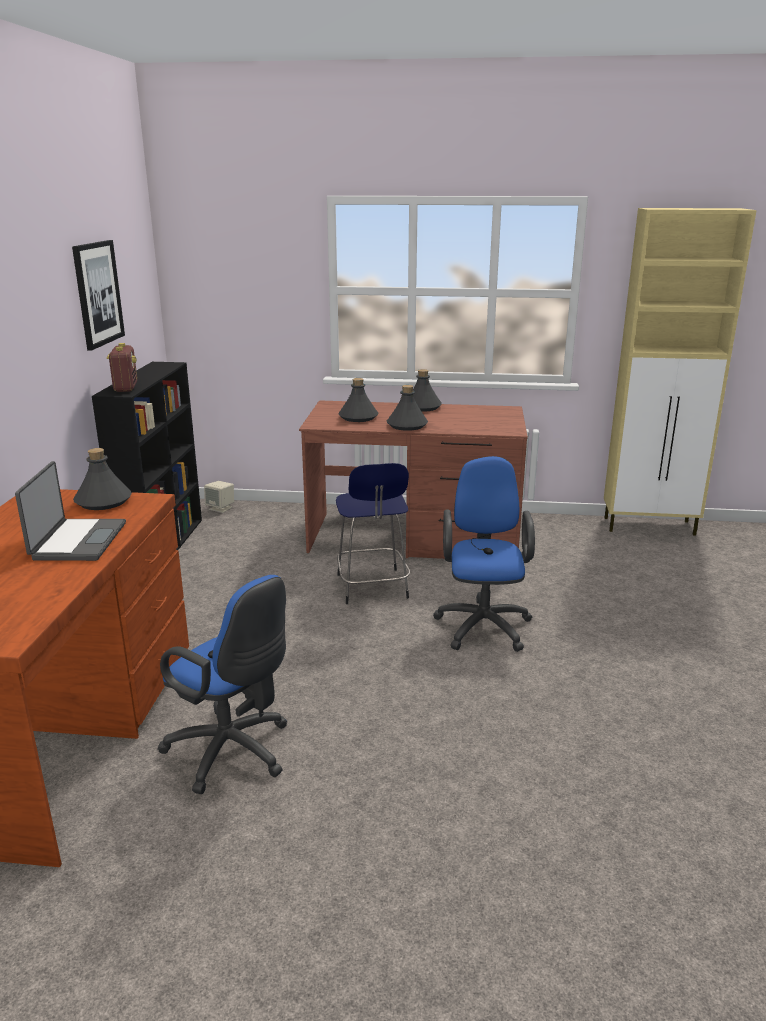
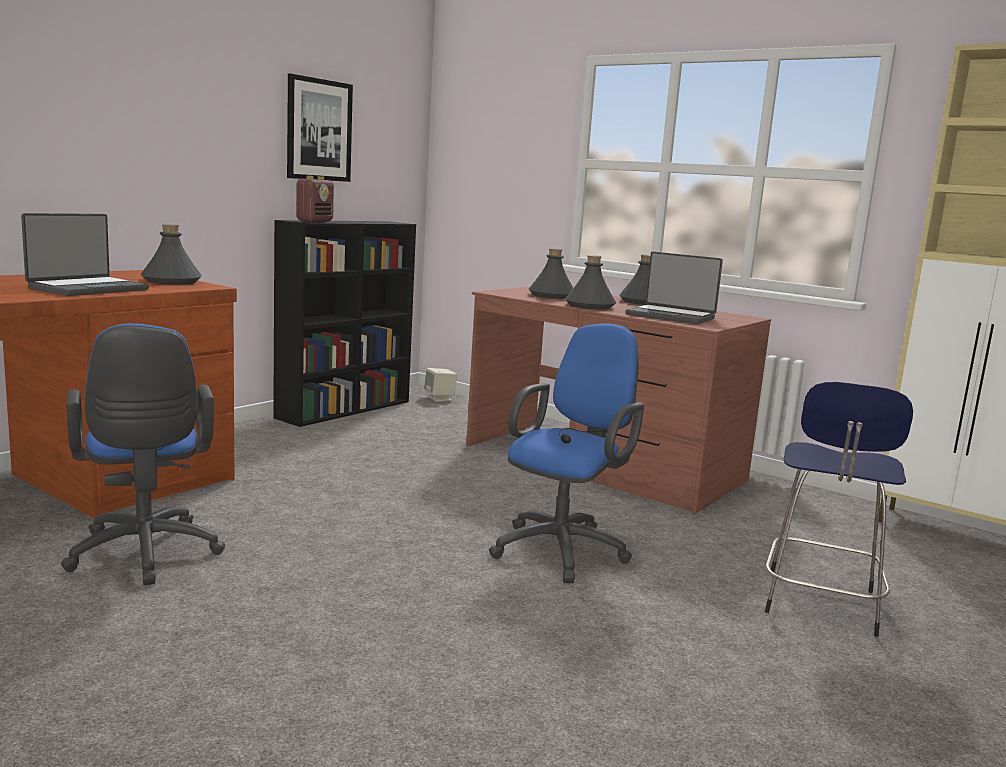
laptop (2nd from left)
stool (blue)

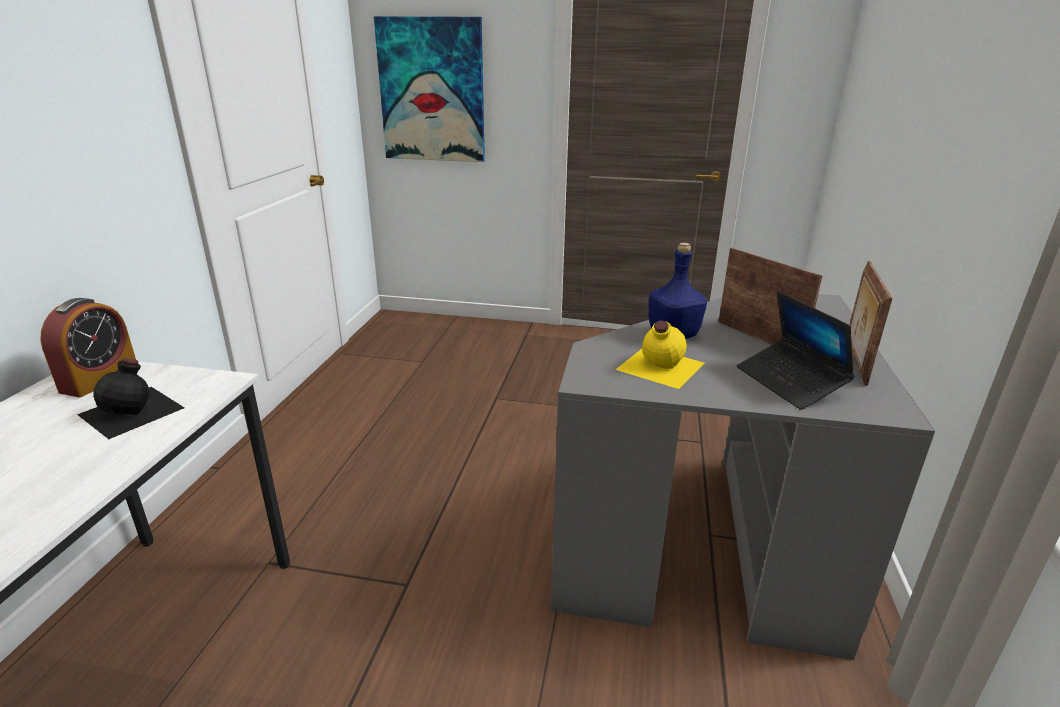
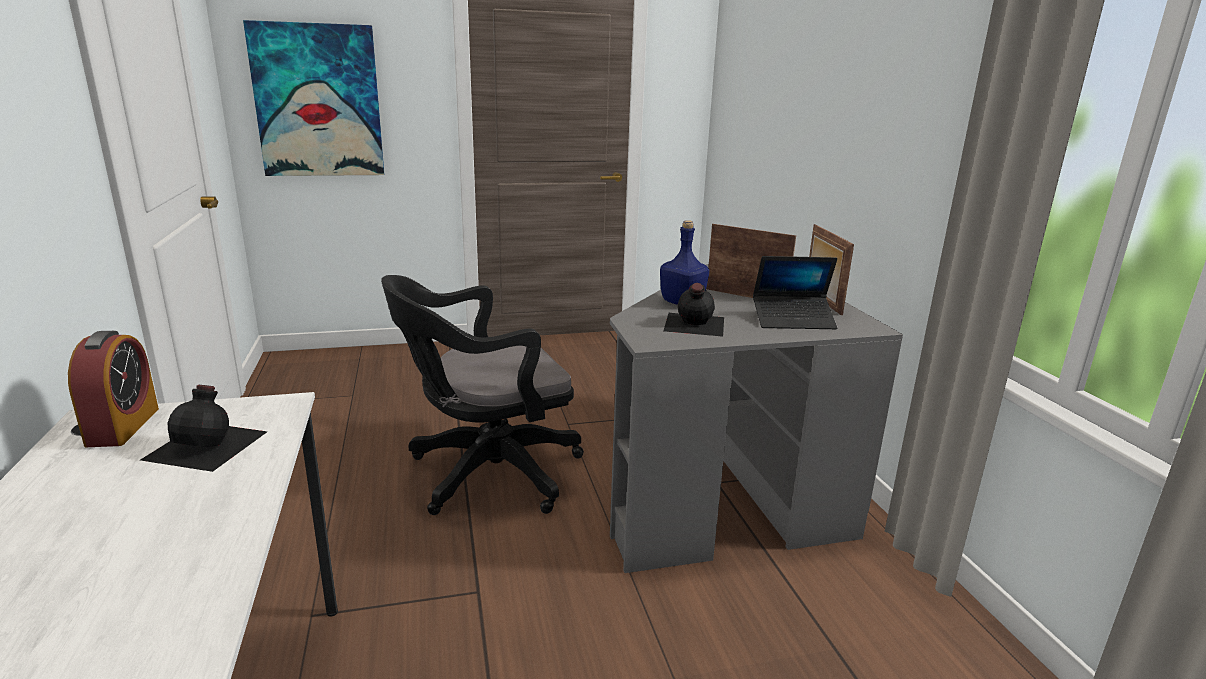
office chair (black)
bottle (black) (2nd from left)
laptop

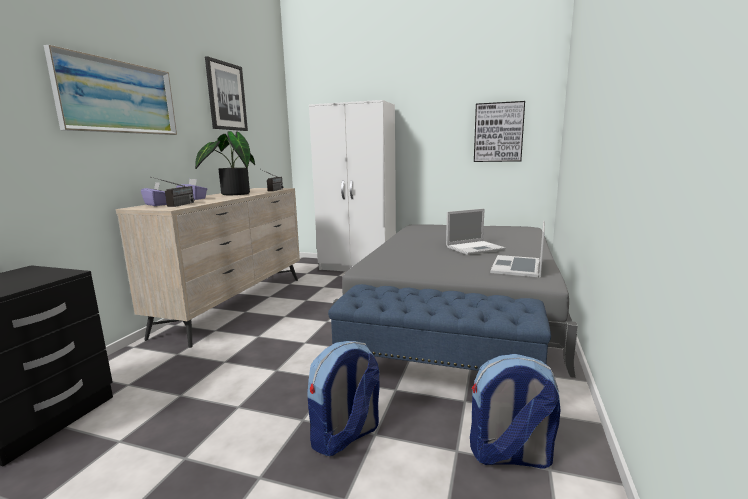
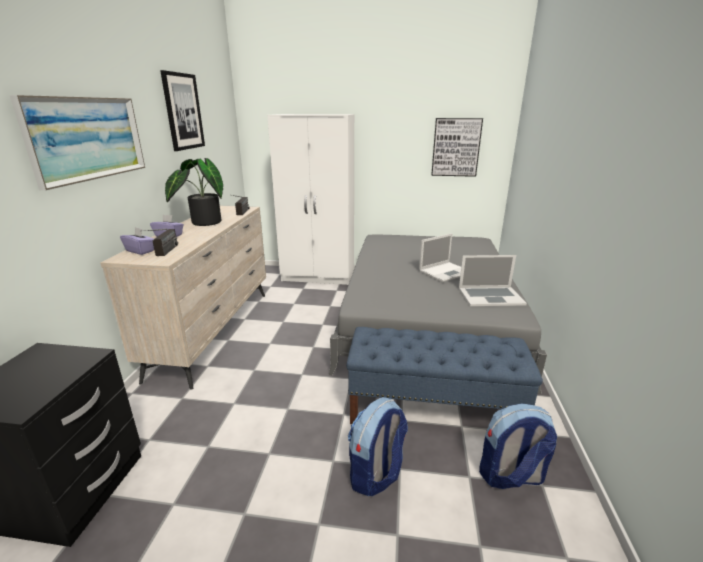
laptop (2nd from left)

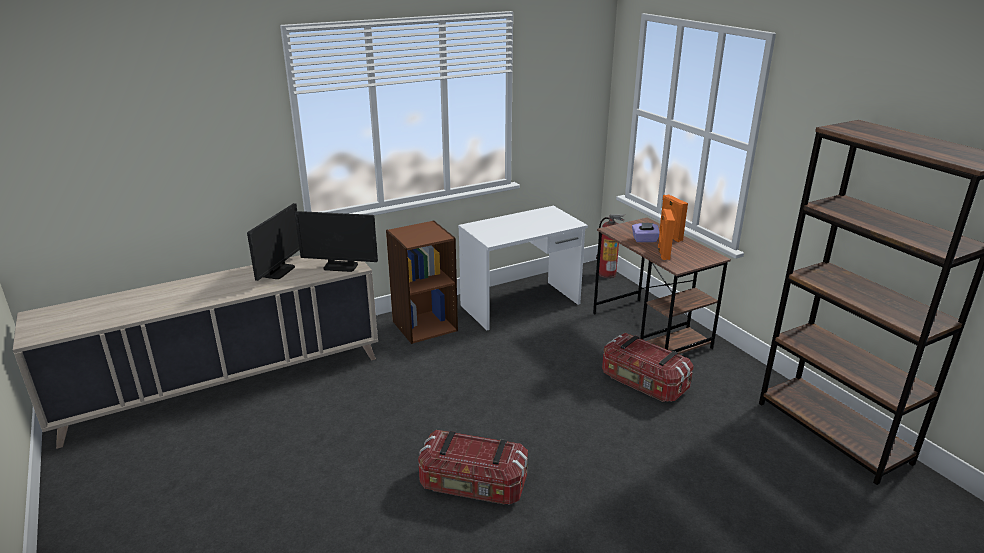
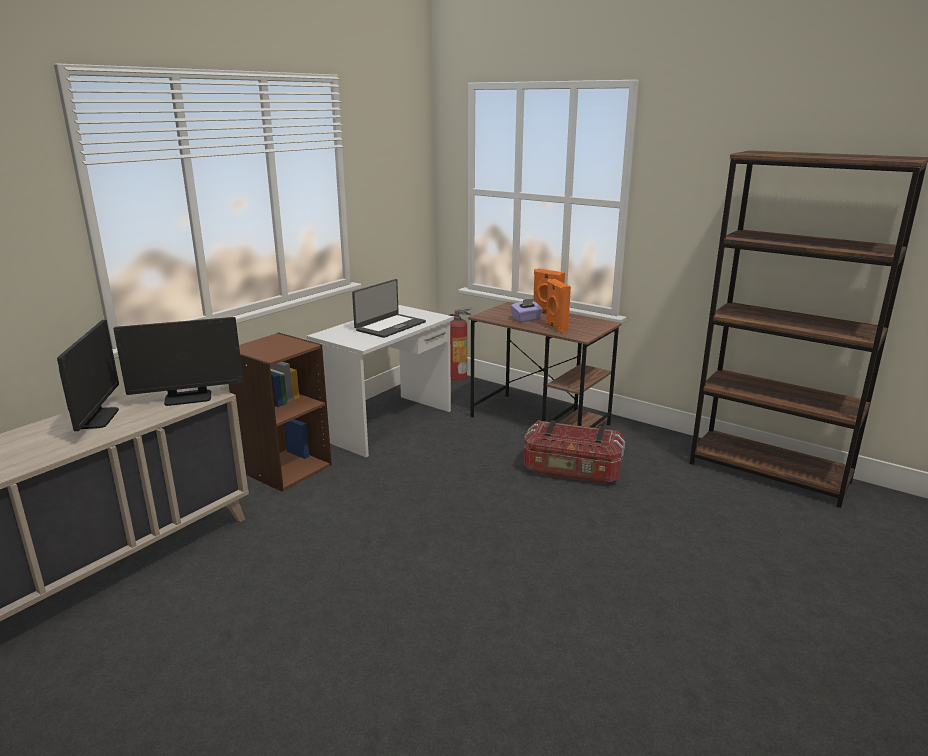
storage box (1st from left in the first image)
laptop

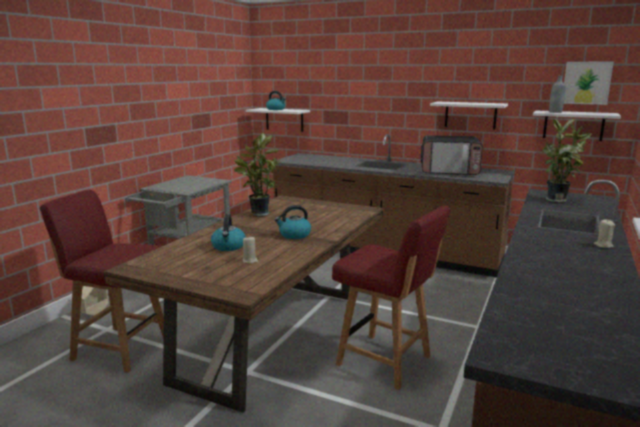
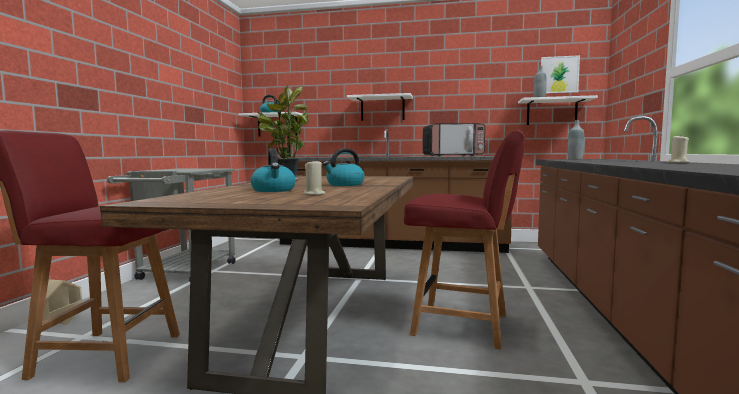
shelf (white) (2nd from left)
bottle (grey) (2nd from left)

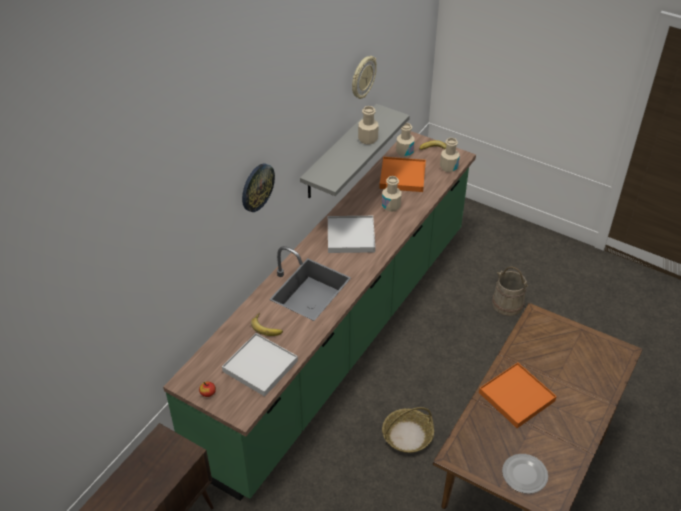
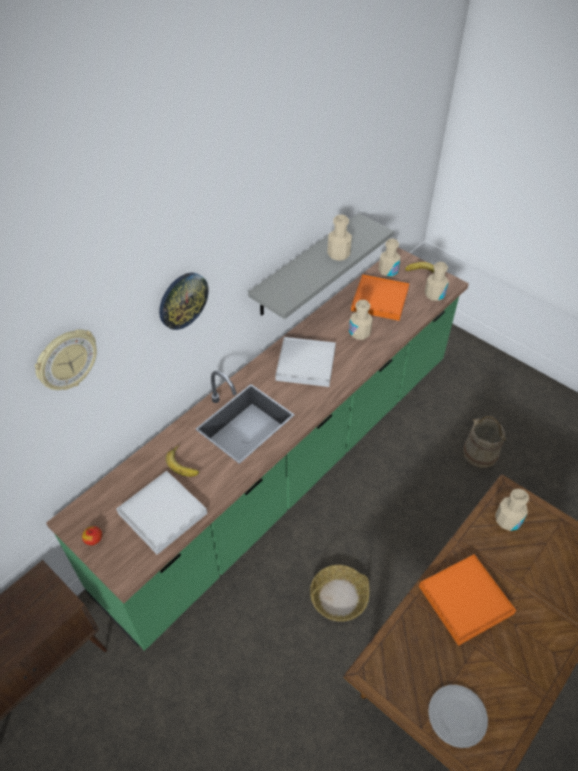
bottle (beige) (5th from left)
wall clock (1st from left)

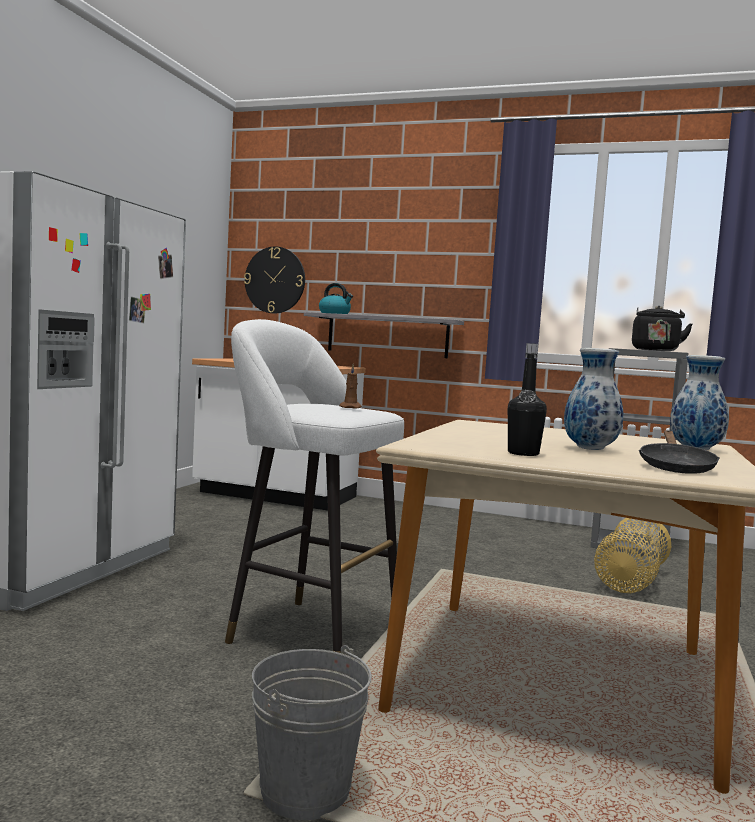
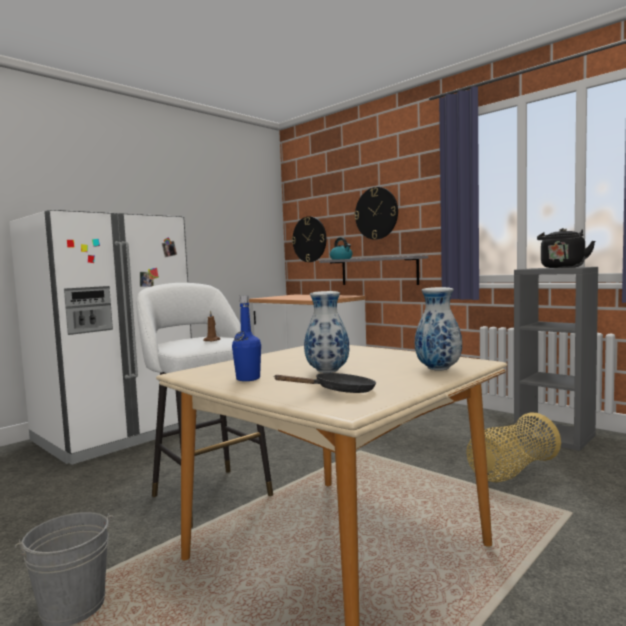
wall clock (2nd from left)
bottle (blue)
frying pan (black)

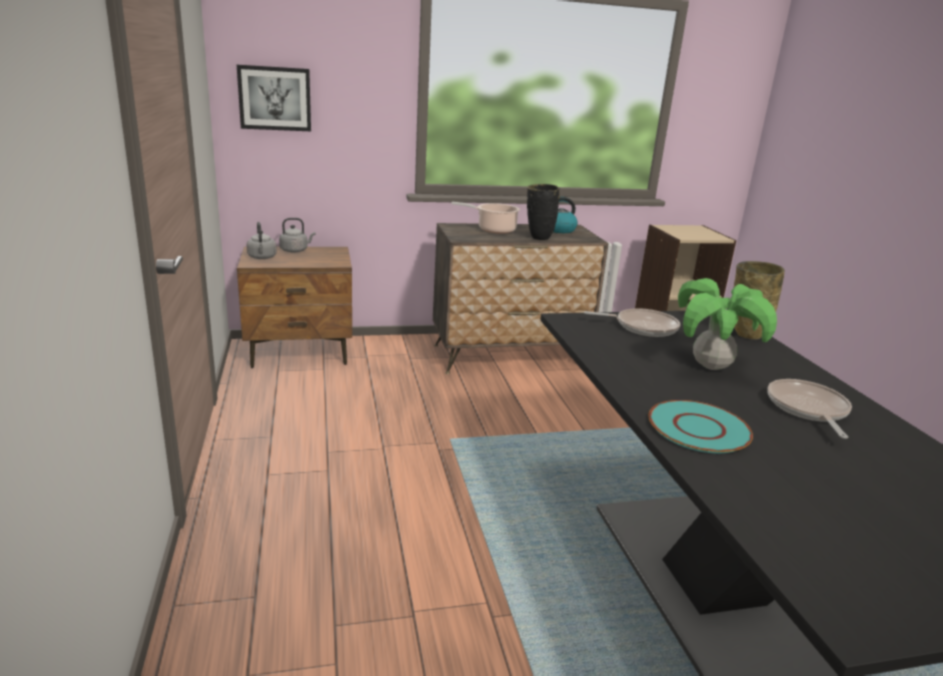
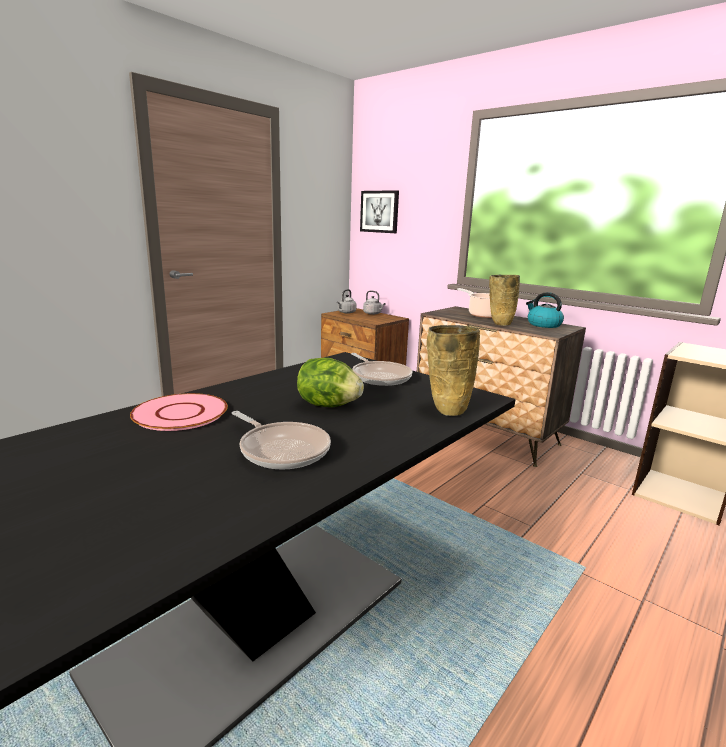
lettuce
vase (beige) (2nd from left)
plate (pink)
frying pan (1st from left)

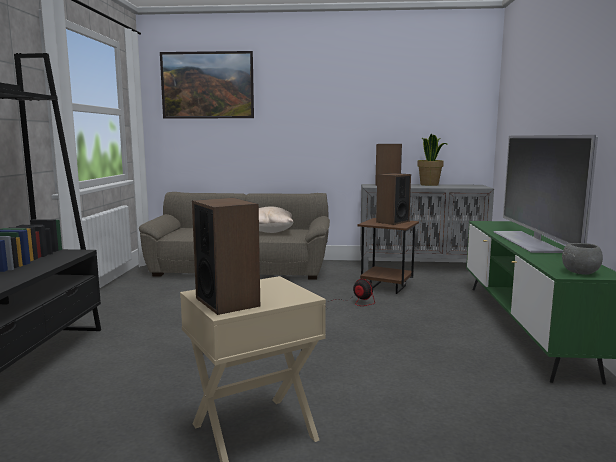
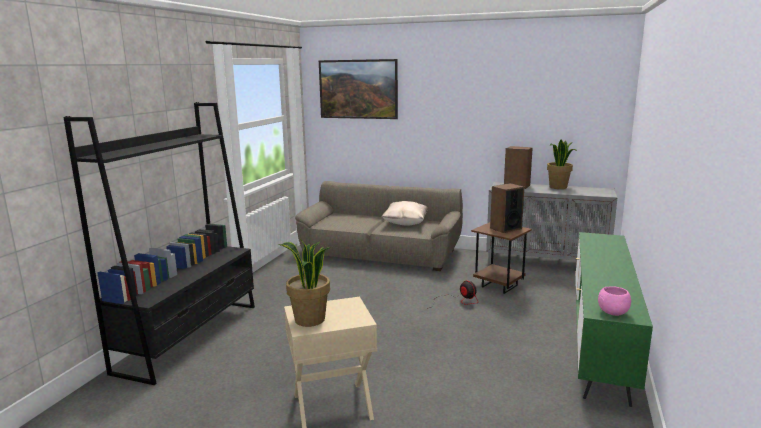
television
potted plant (1st from left)
bowl (pink)

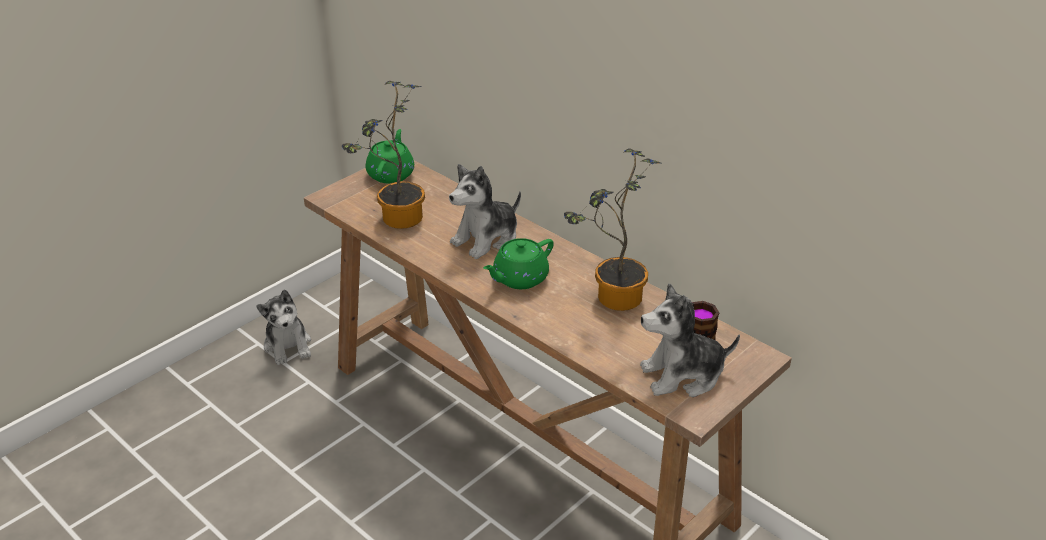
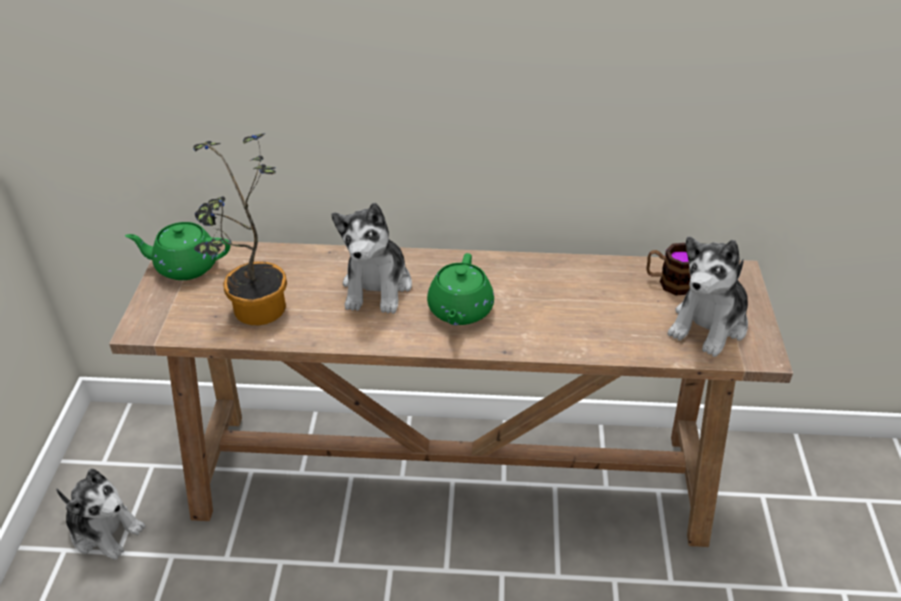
potted plant (2nd from left in the first image)
teapot (green) (1st from left)

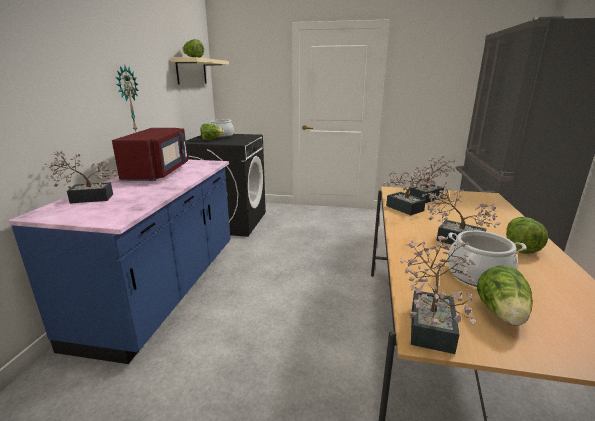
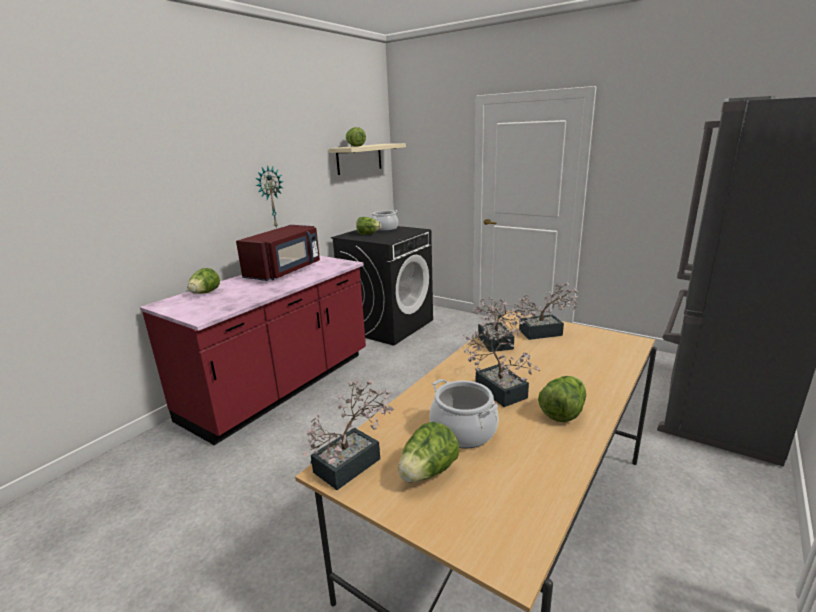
lettuce (1st from left)
counter (red)

